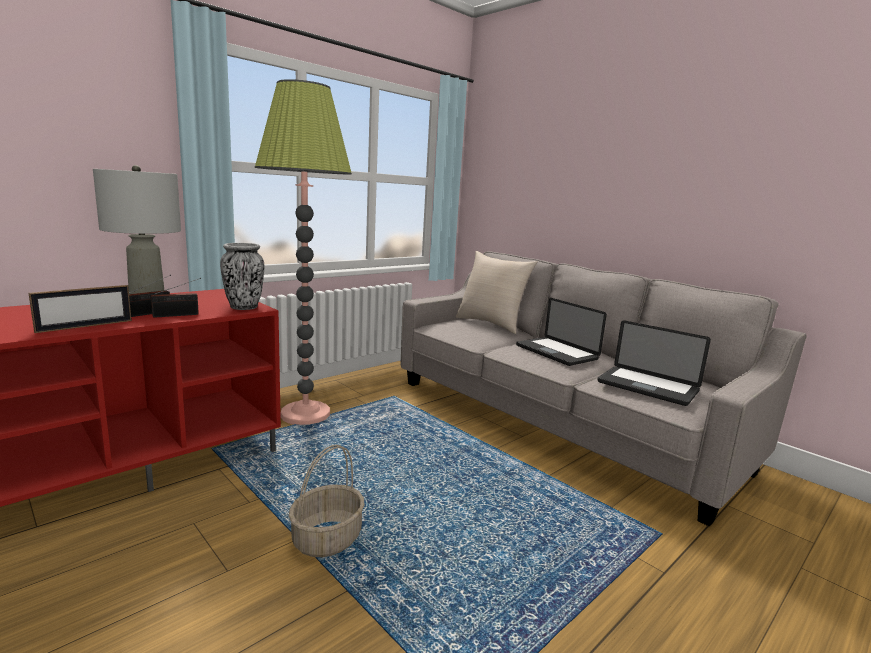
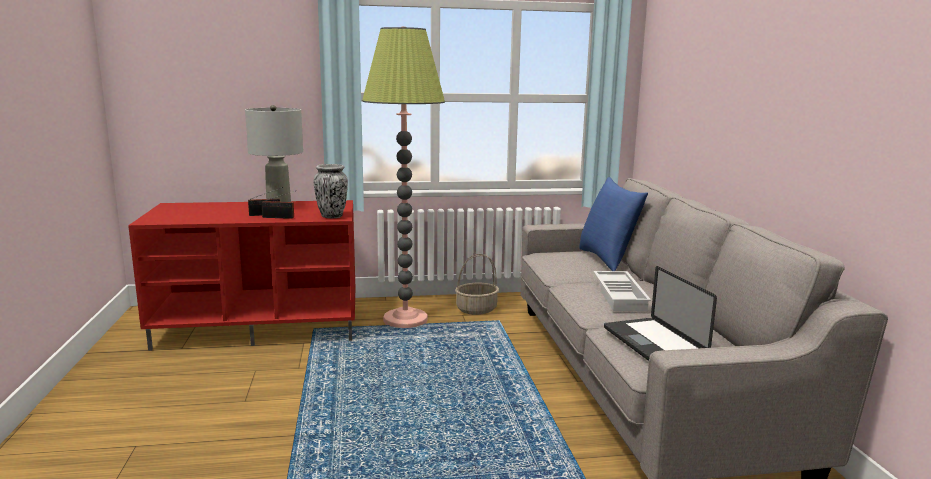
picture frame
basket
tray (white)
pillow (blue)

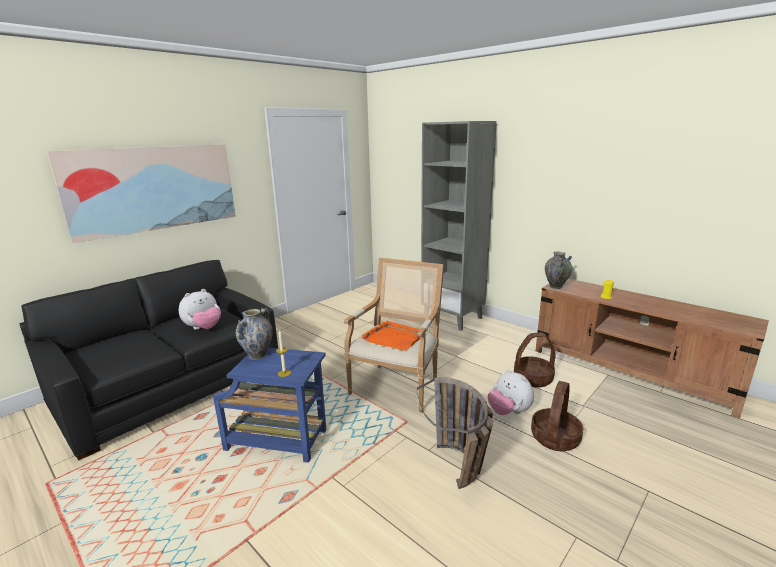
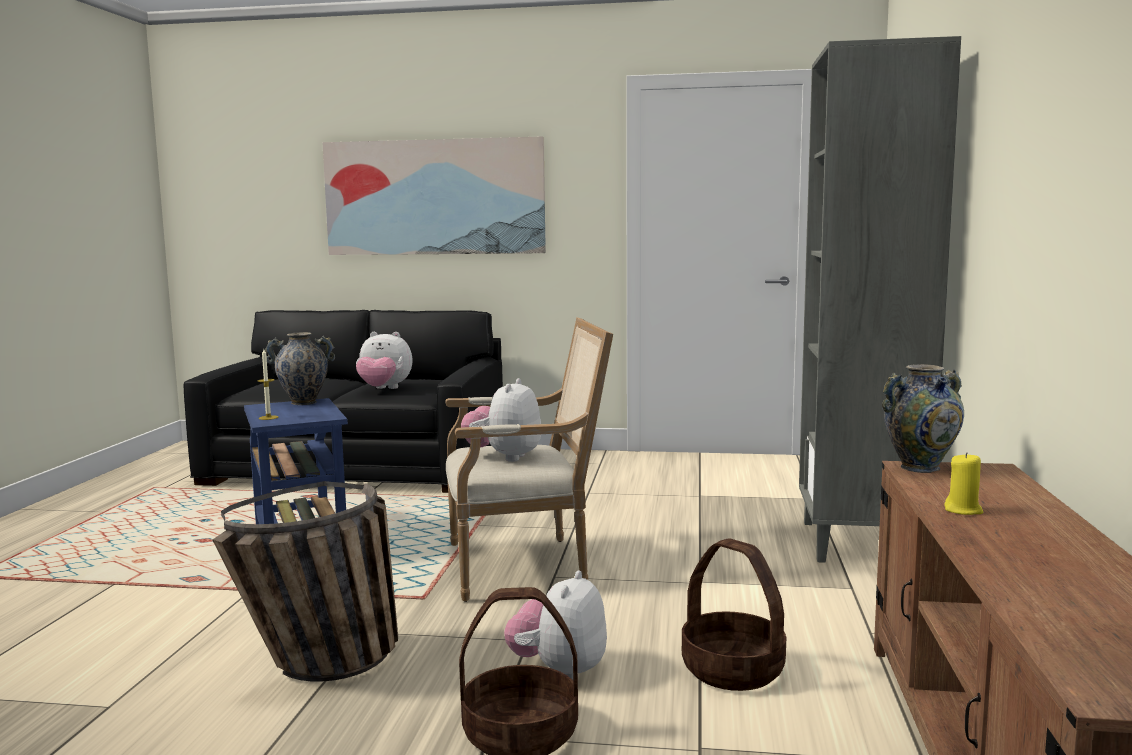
plush toy (2nd from left)

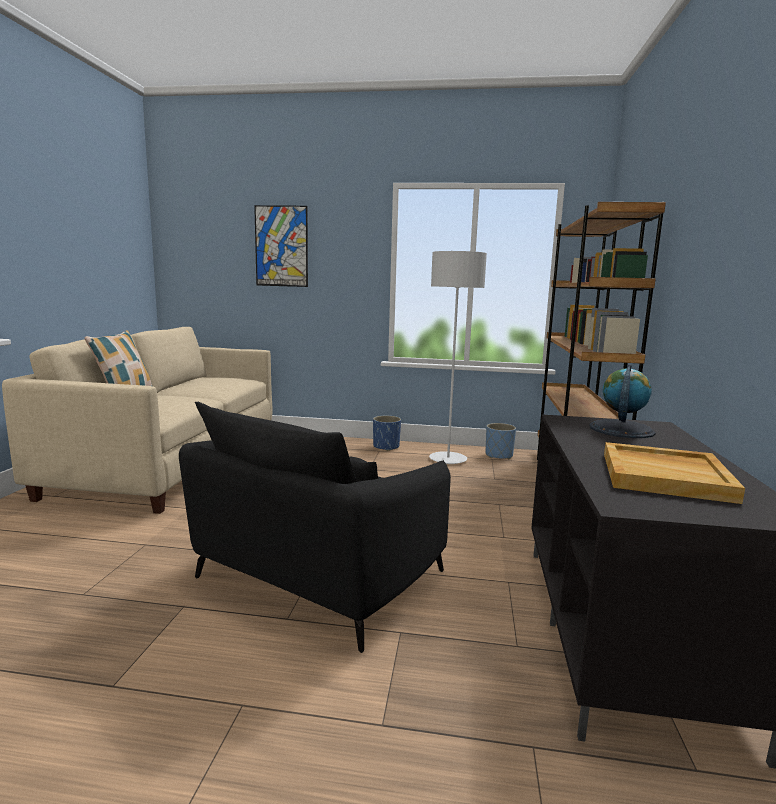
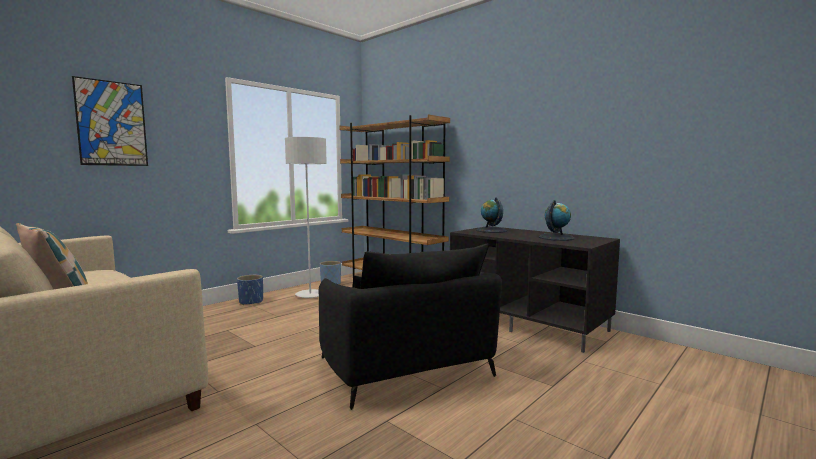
globe (2nd from left)

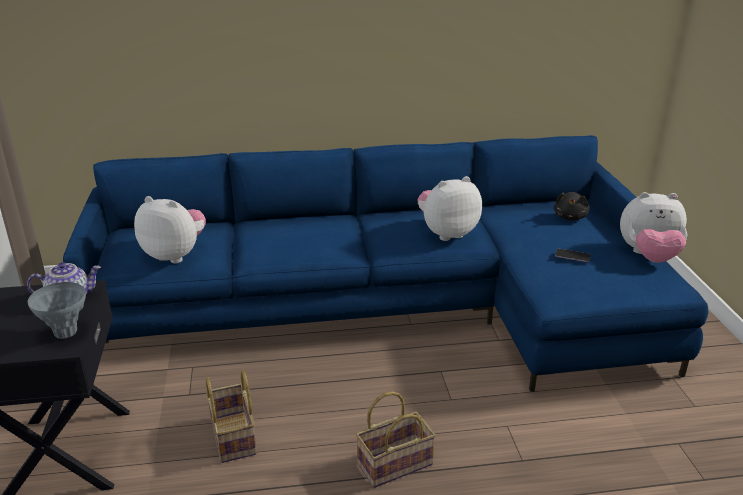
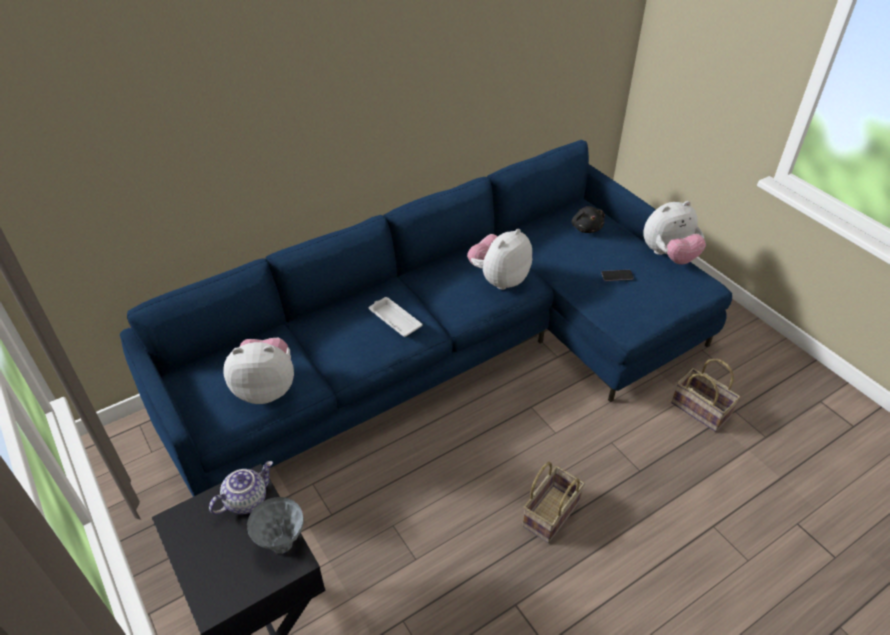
tray (white)
basket (2nd from left)

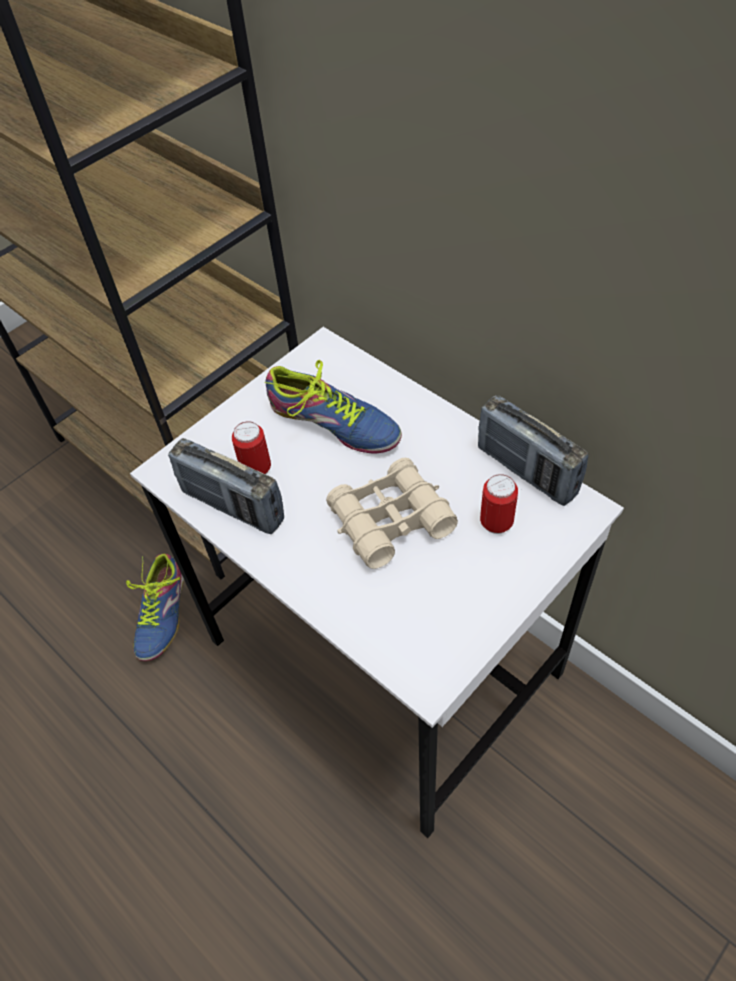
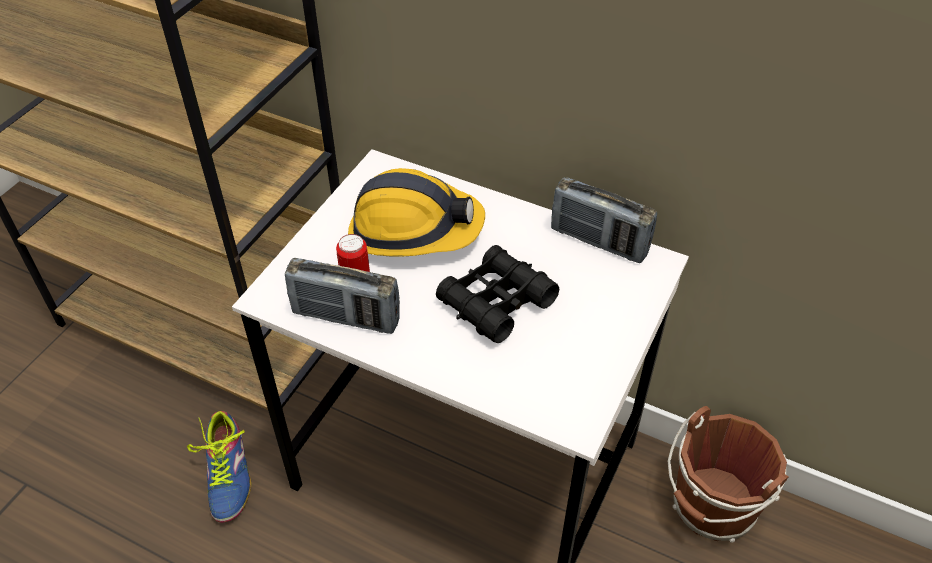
can (2nd from left in the first image)
bucket (brown)
hard hat
binoculars (black)

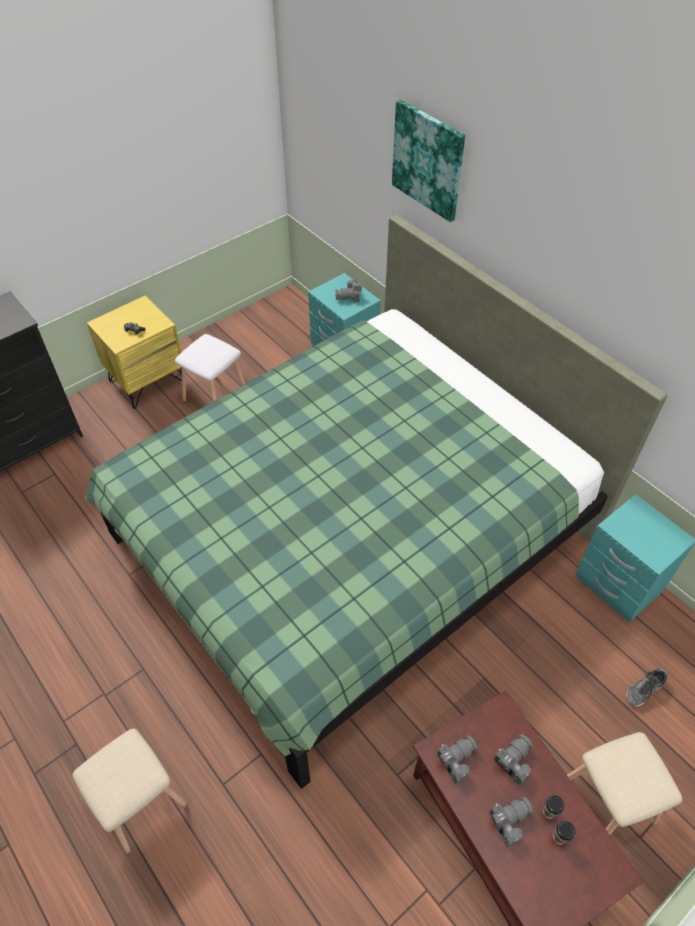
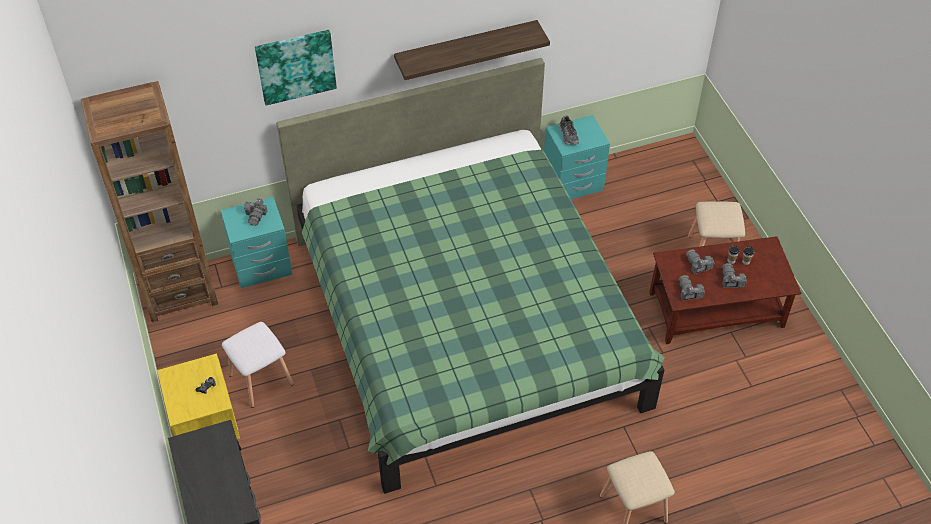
bookcase (brown)
shelf
shoe

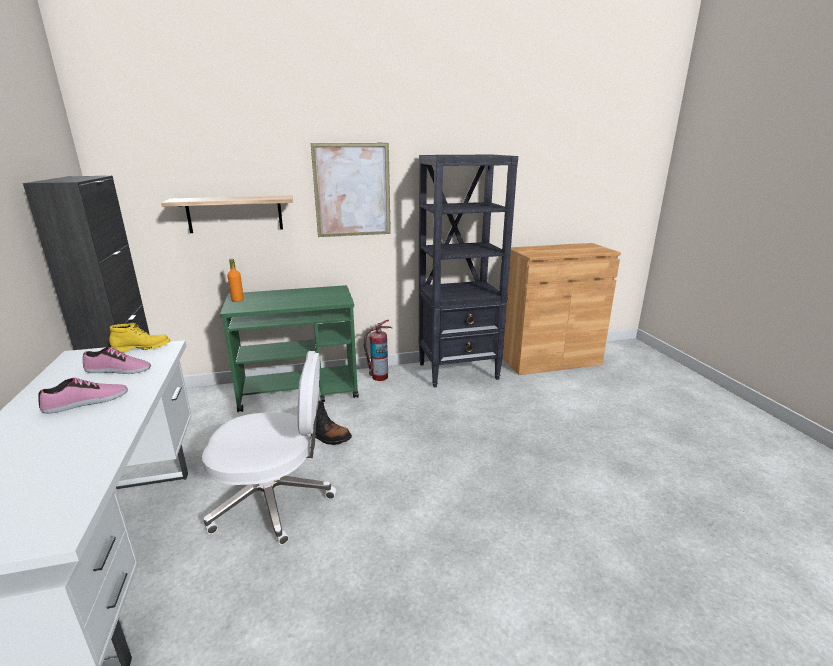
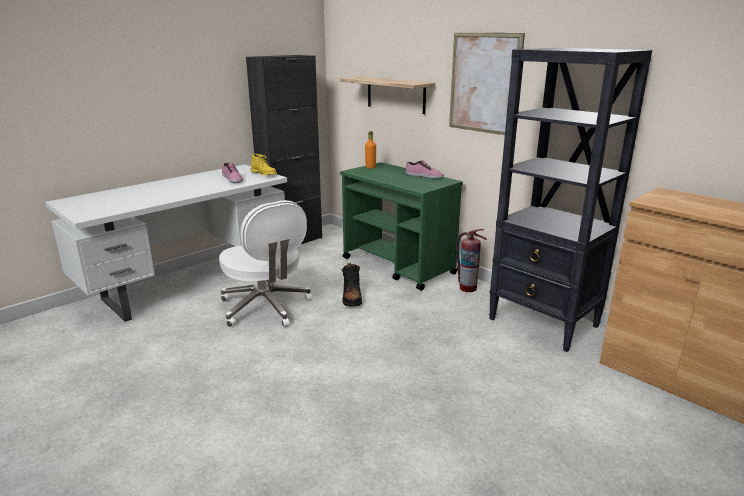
shoe (2nd from left)

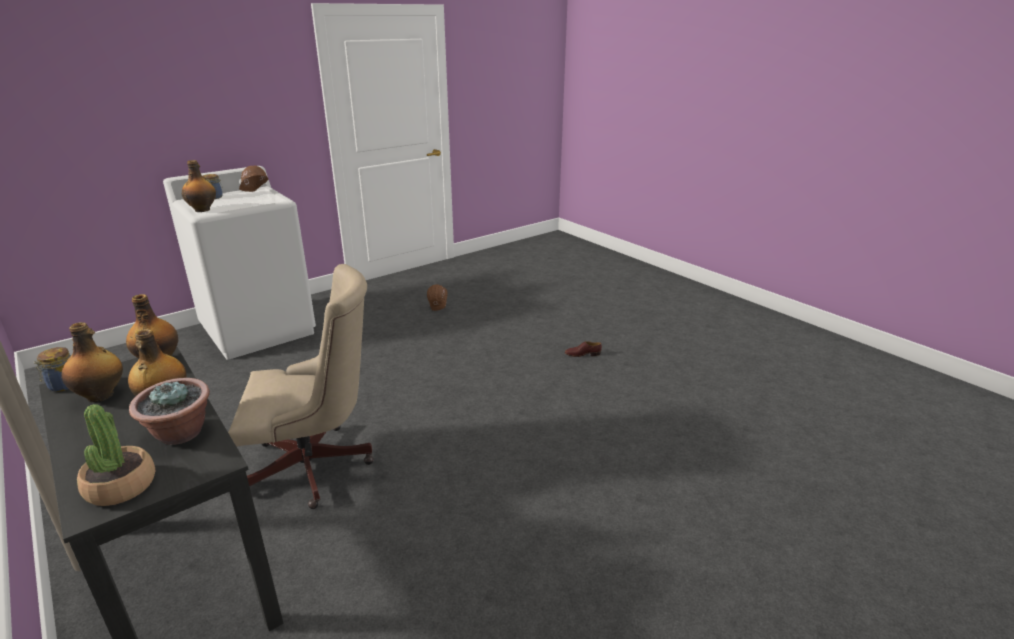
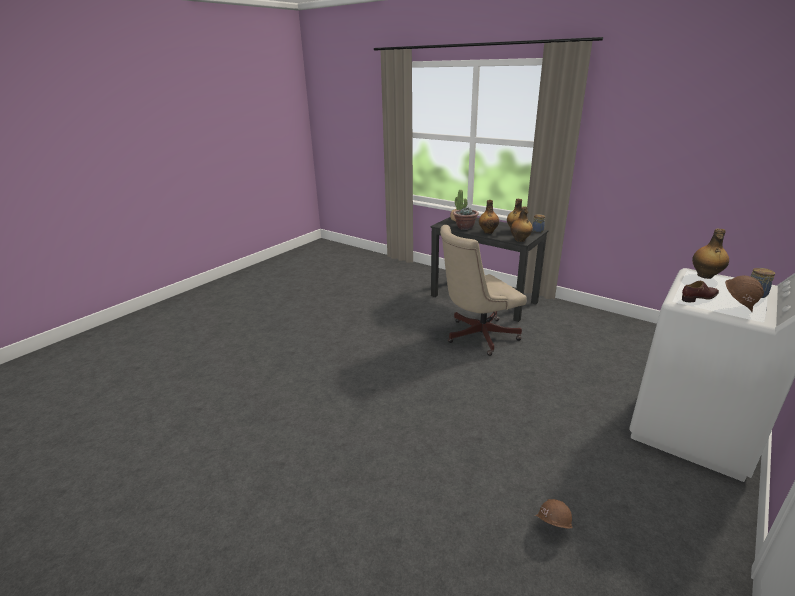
shoe (brown)

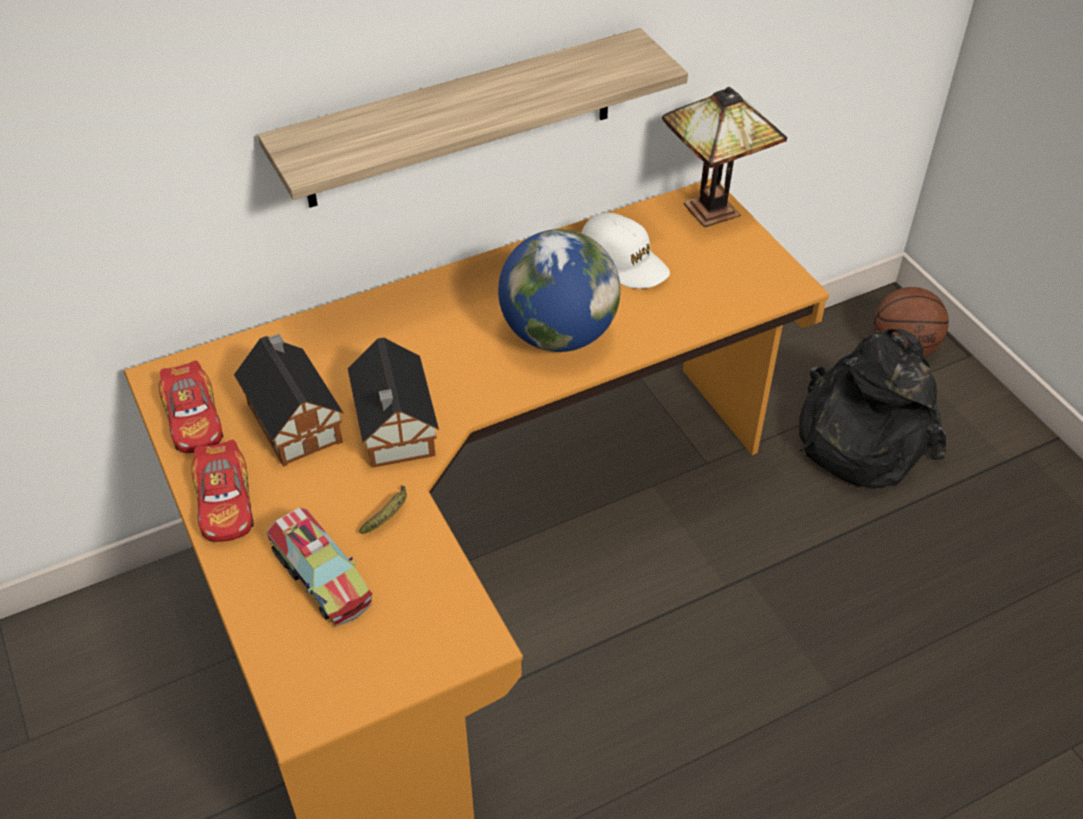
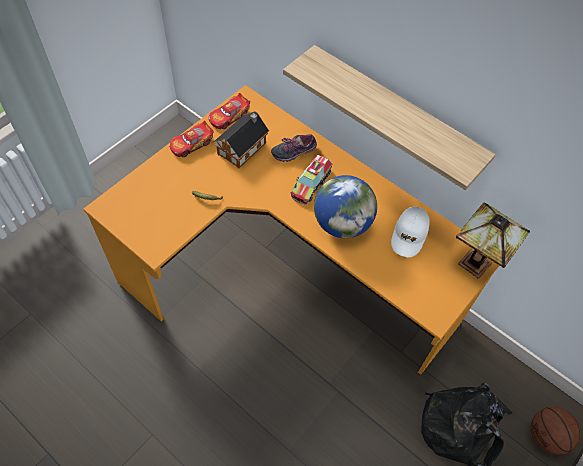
toy house (2nd from left in the first image)
shoe
toy truck

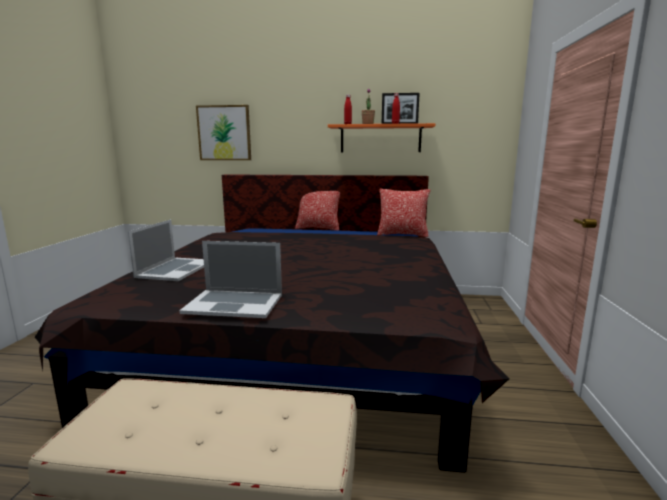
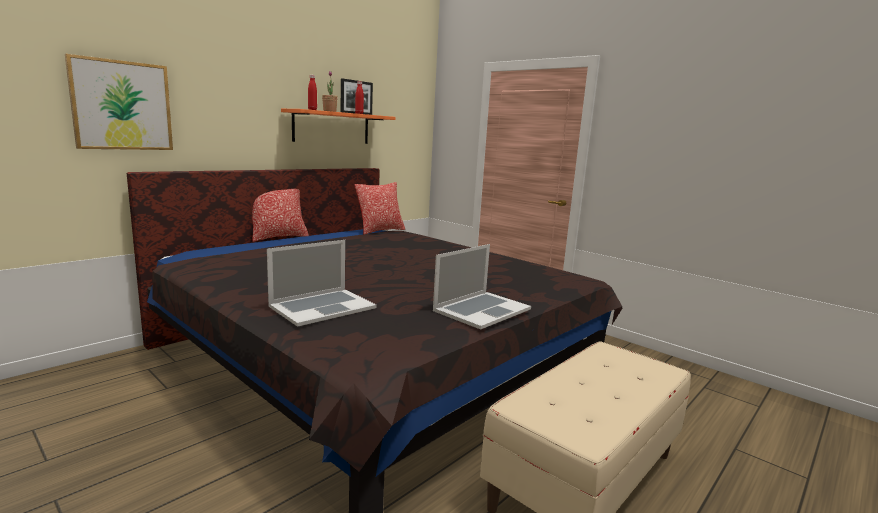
laptop (1st from left)

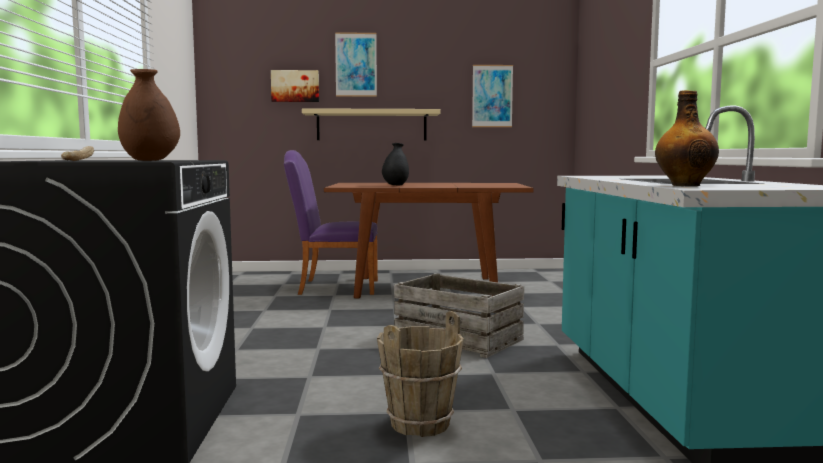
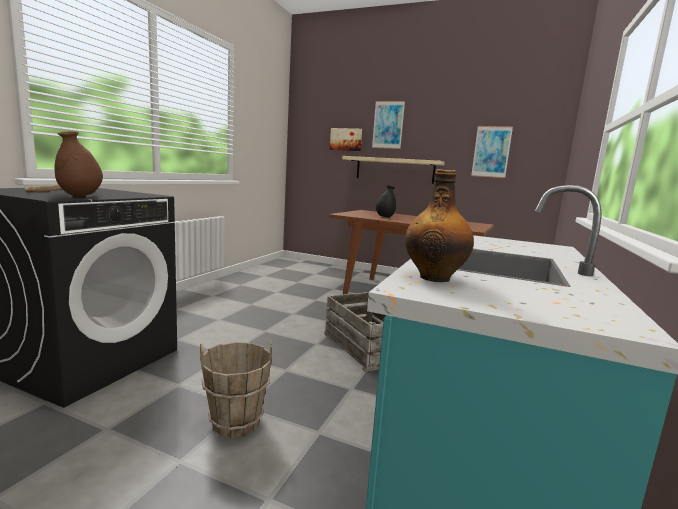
chair (purple)

